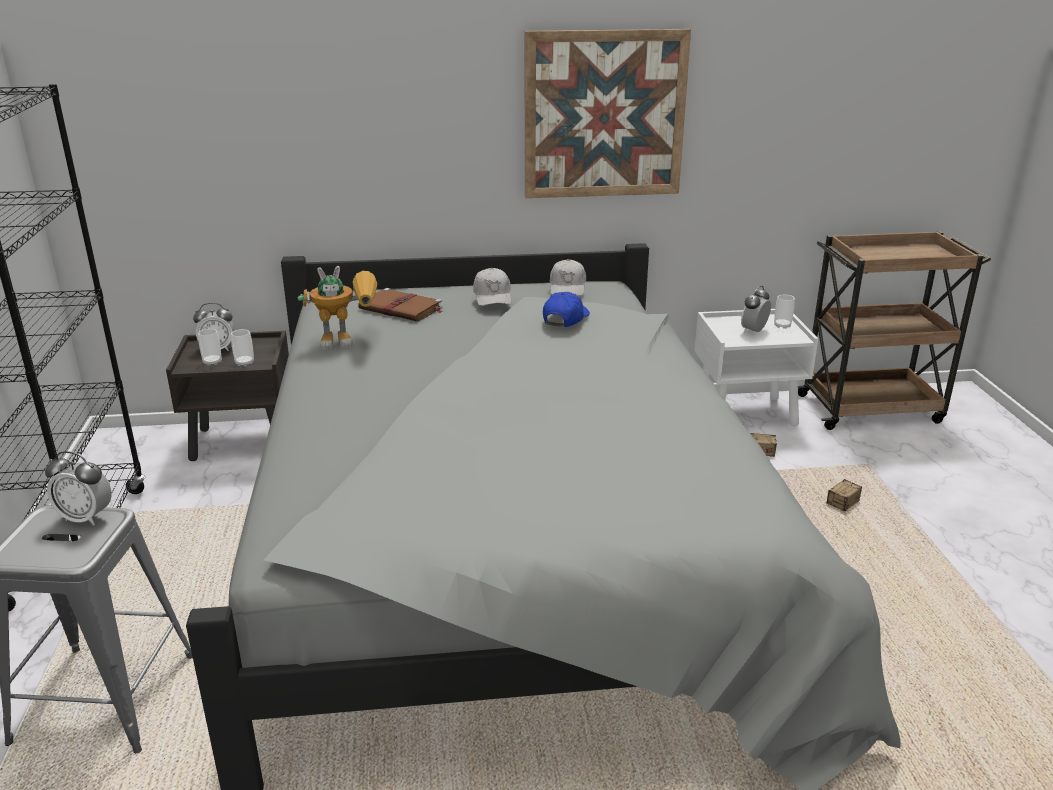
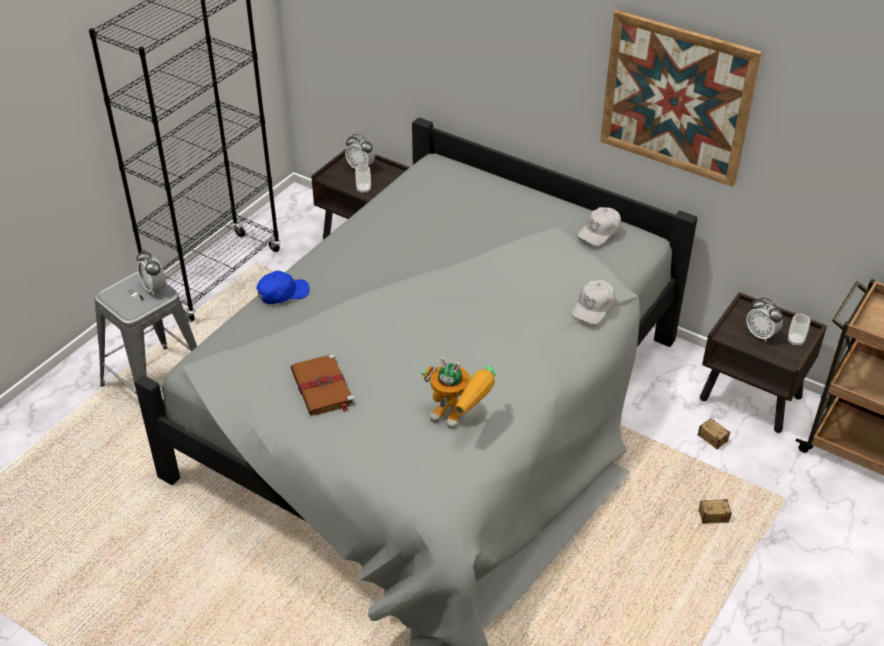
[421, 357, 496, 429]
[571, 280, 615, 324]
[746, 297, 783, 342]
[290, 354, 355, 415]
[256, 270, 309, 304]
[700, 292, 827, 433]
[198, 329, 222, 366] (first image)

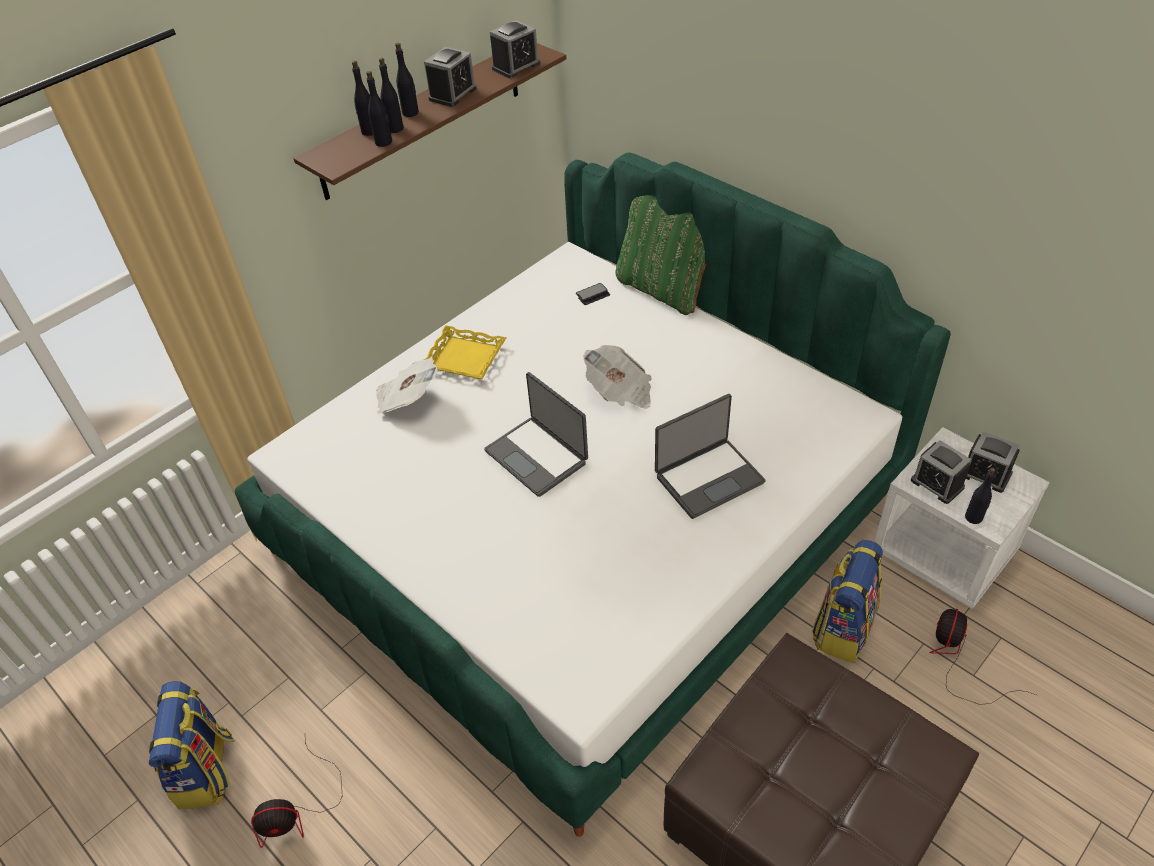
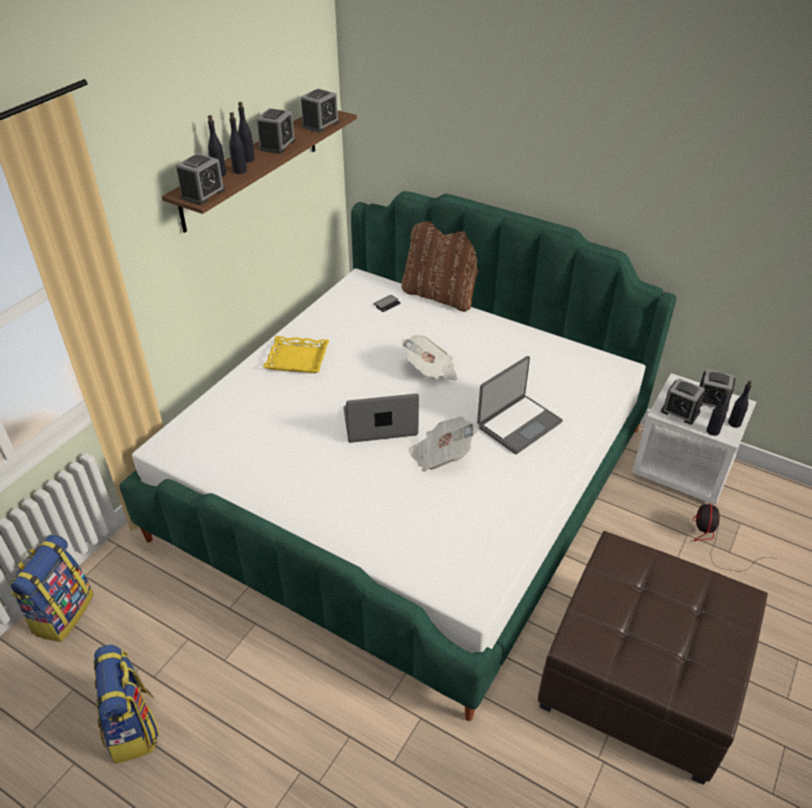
[728, 381, 752, 428]
[401, 221, 478, 312]
[409, 416, 477, 472]
[343, 393, 419, 443]
[11, 535, 93, 642]
[251, 740, 342, 848] (first image)
[176, 153, 225, 205]

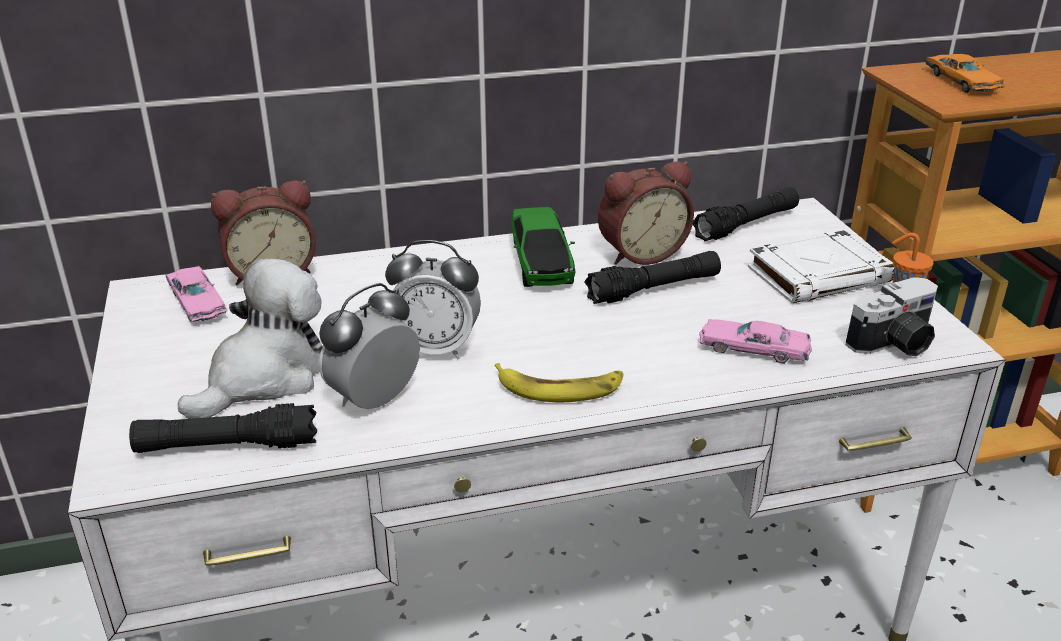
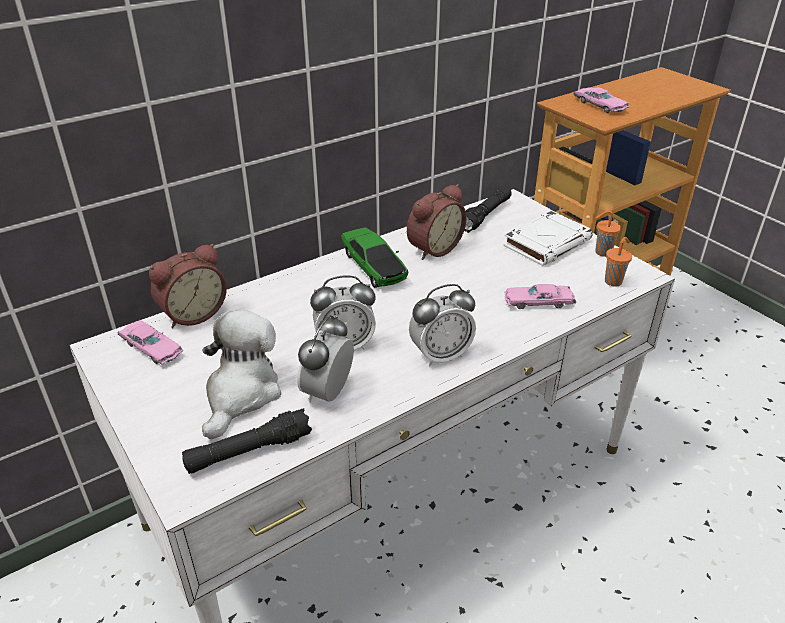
[574, 87, 629, 113]
[584, 251, 721, 304] (first image)
[605, 237, 632, 287]
[409, 284, 476, 367]

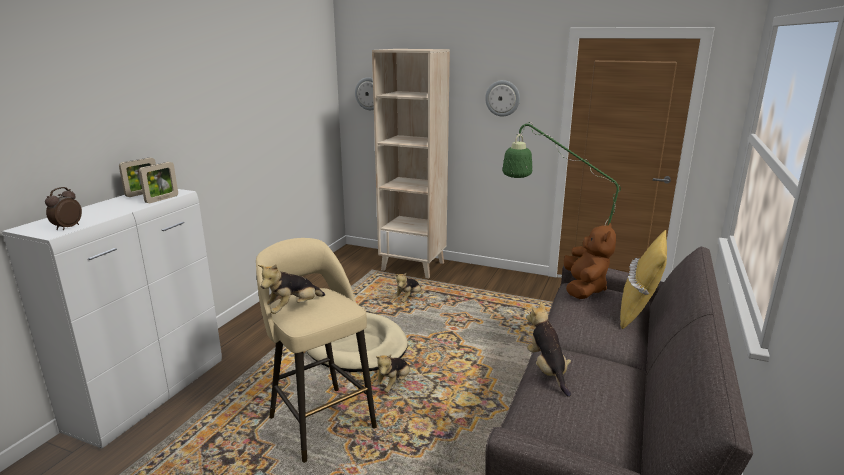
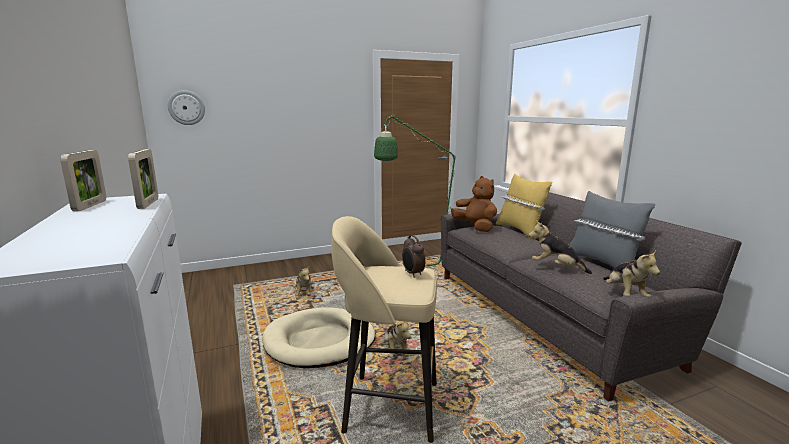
[372, 49, 450, 279] (first image)
[485, 80, 520, 117] (first image)
[402, 235, 425, 278]
[603, 251, 660, 297]
[570, 191, 655, 269]

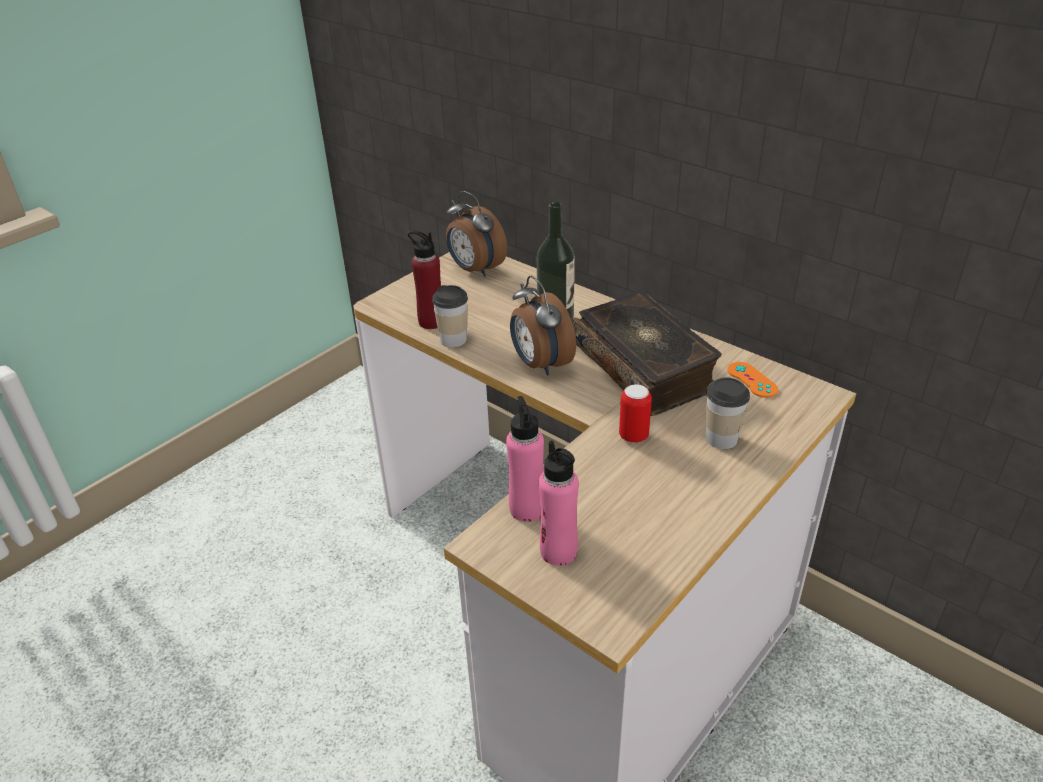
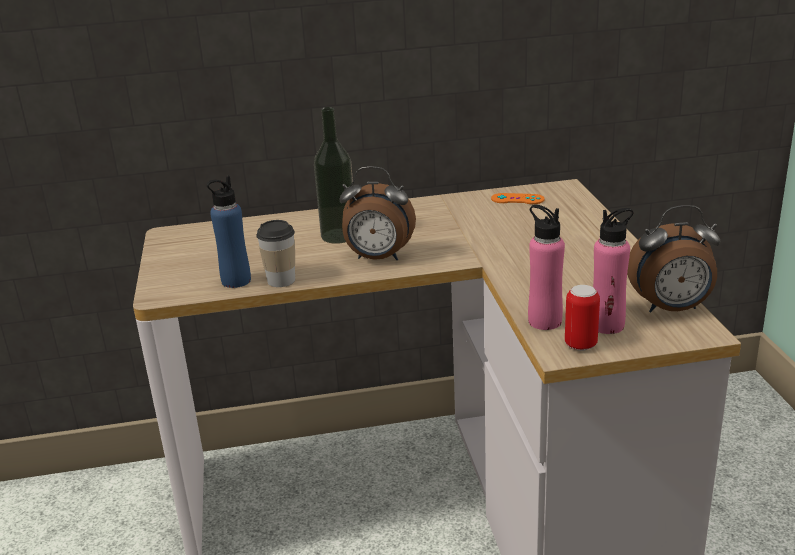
[627, 205, 720, 312]
[207, 176, 251, 288]
[572, 291, 722, 416] (first image)
[706, 377, 750, 449] (first image)
[565, 285, 600, 351]

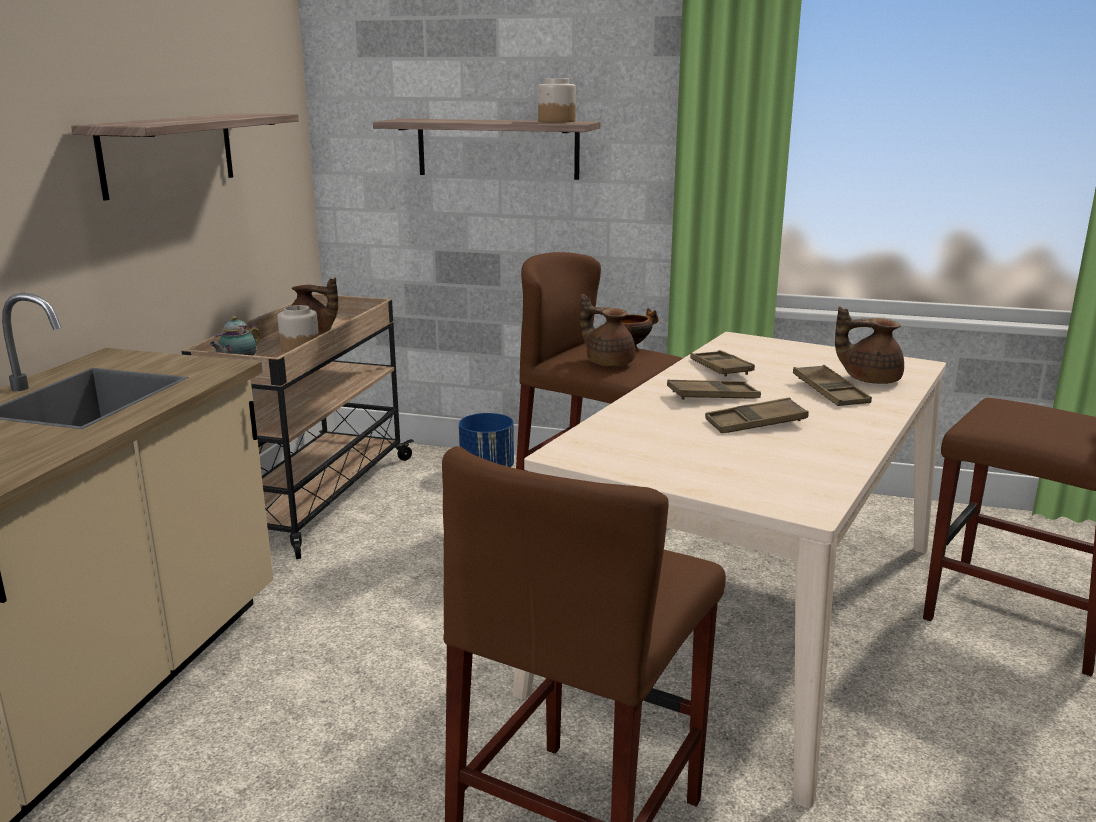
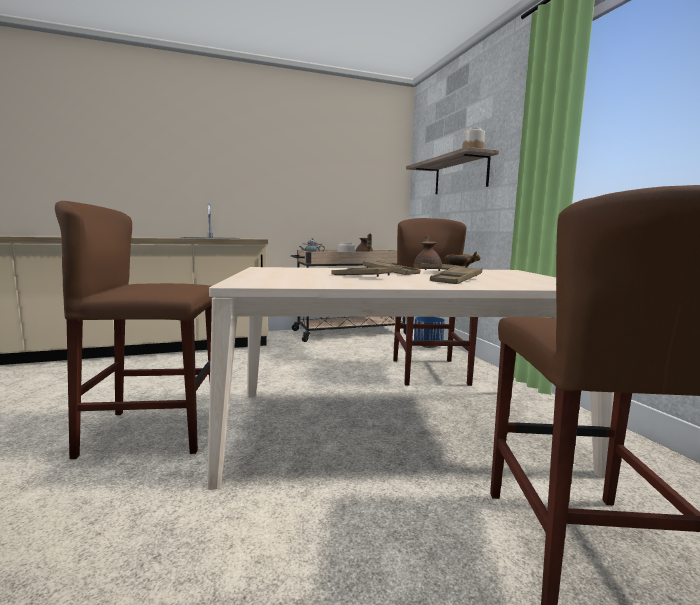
[71, 113, 299, 200] (first image)
[835, 307, 904, 384] (first image)

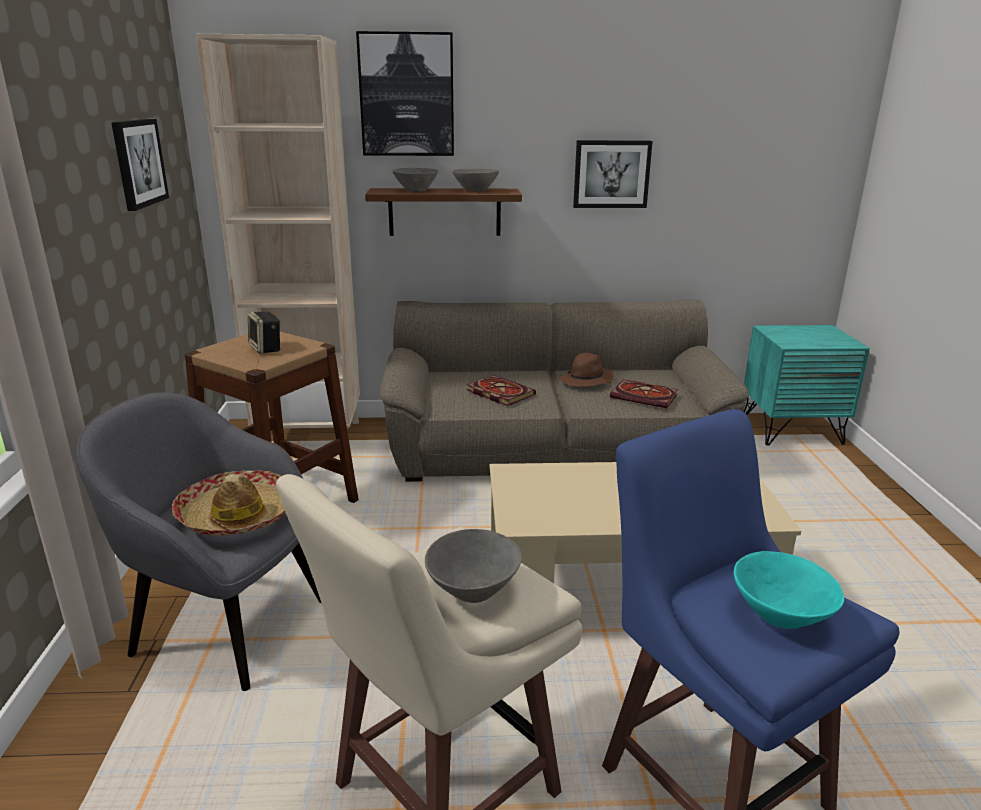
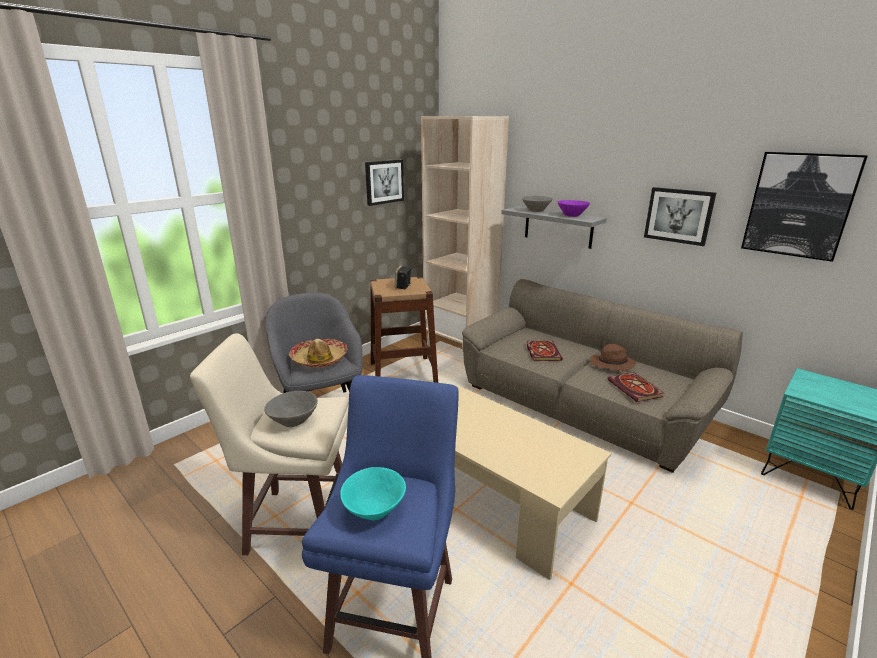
[741, 152, 868, 262]
[558, 200, 590, 217]
[501, 206, 607, 249]

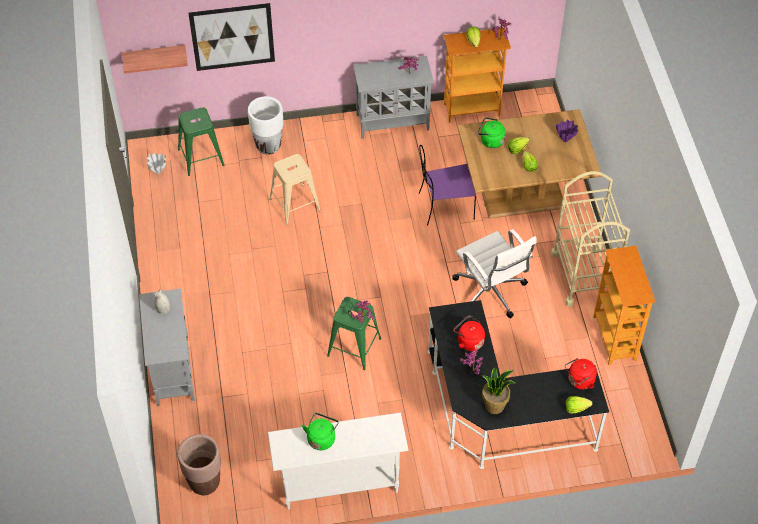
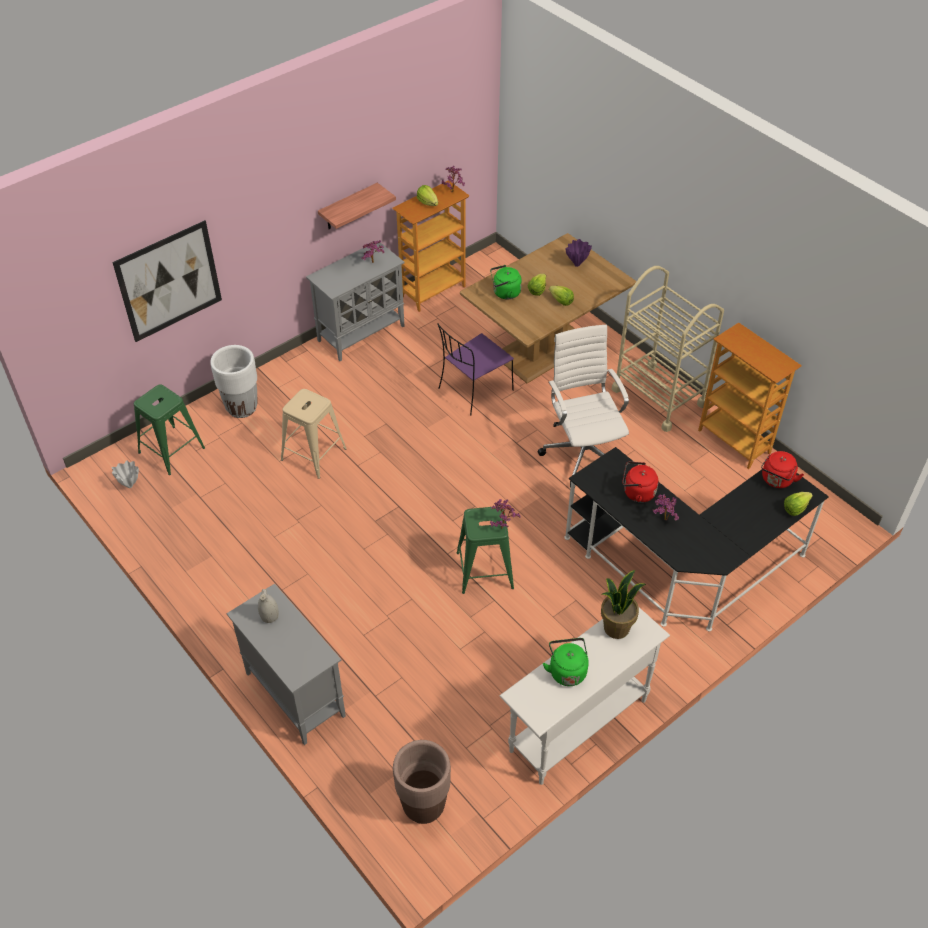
[318, 183, 396, 229]
[538, 325, 629, 488]
[601, 570, 646, 639]

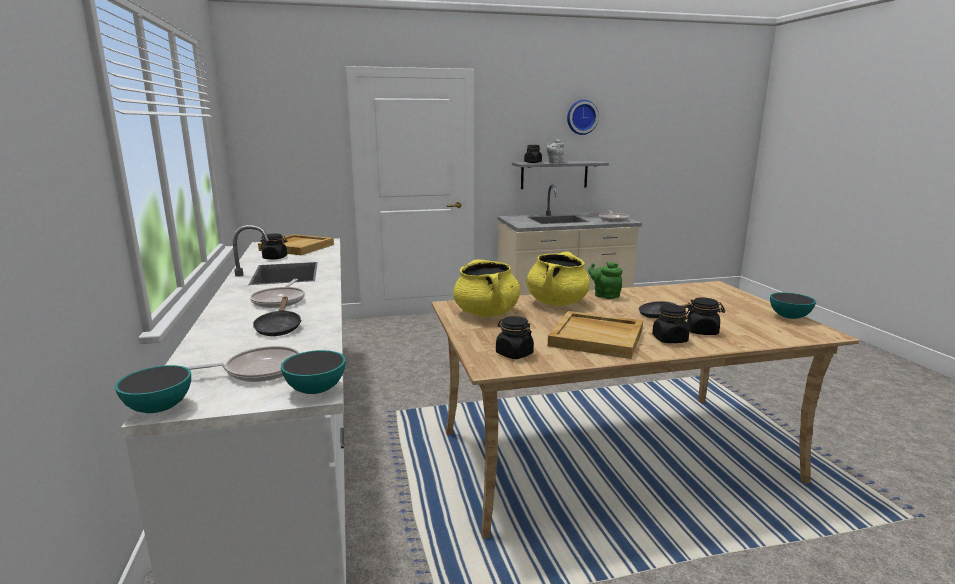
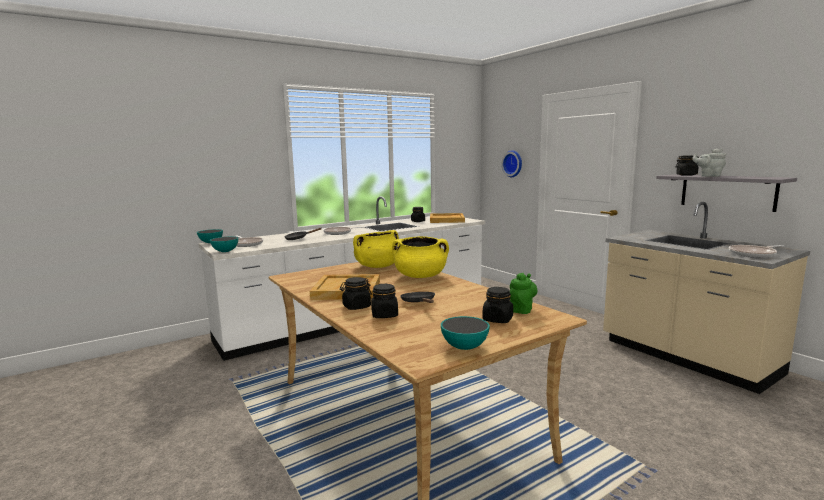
[501, 150, 522, 177]
[510, 273, 537, 314]
[482, 287, 513, 323]

